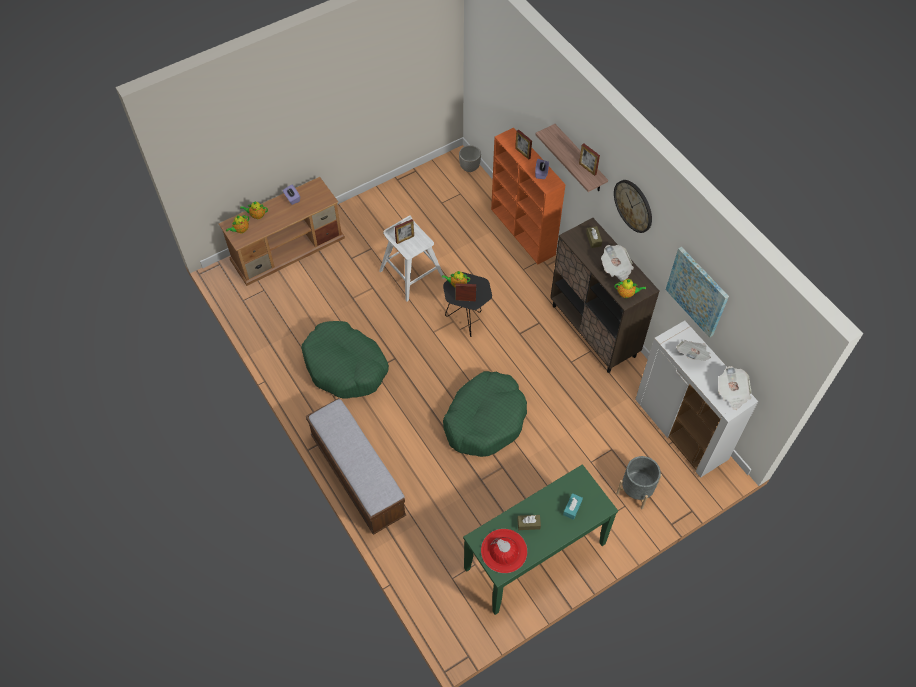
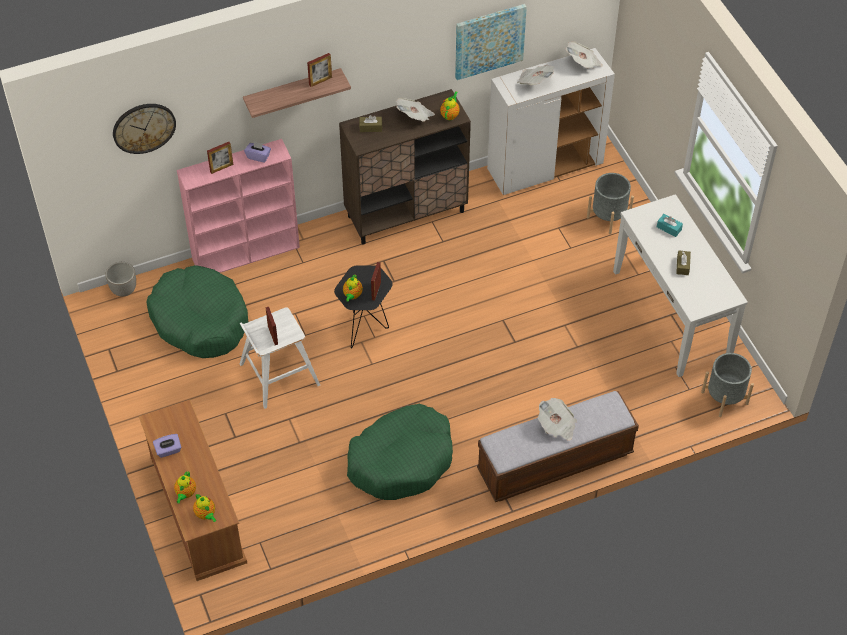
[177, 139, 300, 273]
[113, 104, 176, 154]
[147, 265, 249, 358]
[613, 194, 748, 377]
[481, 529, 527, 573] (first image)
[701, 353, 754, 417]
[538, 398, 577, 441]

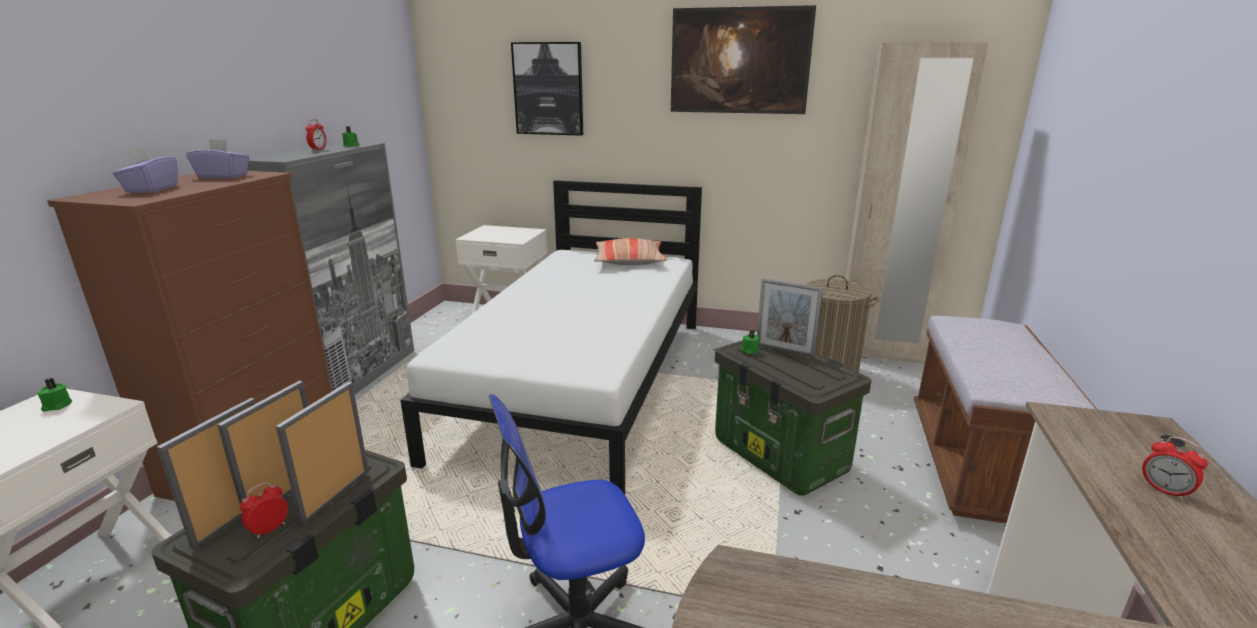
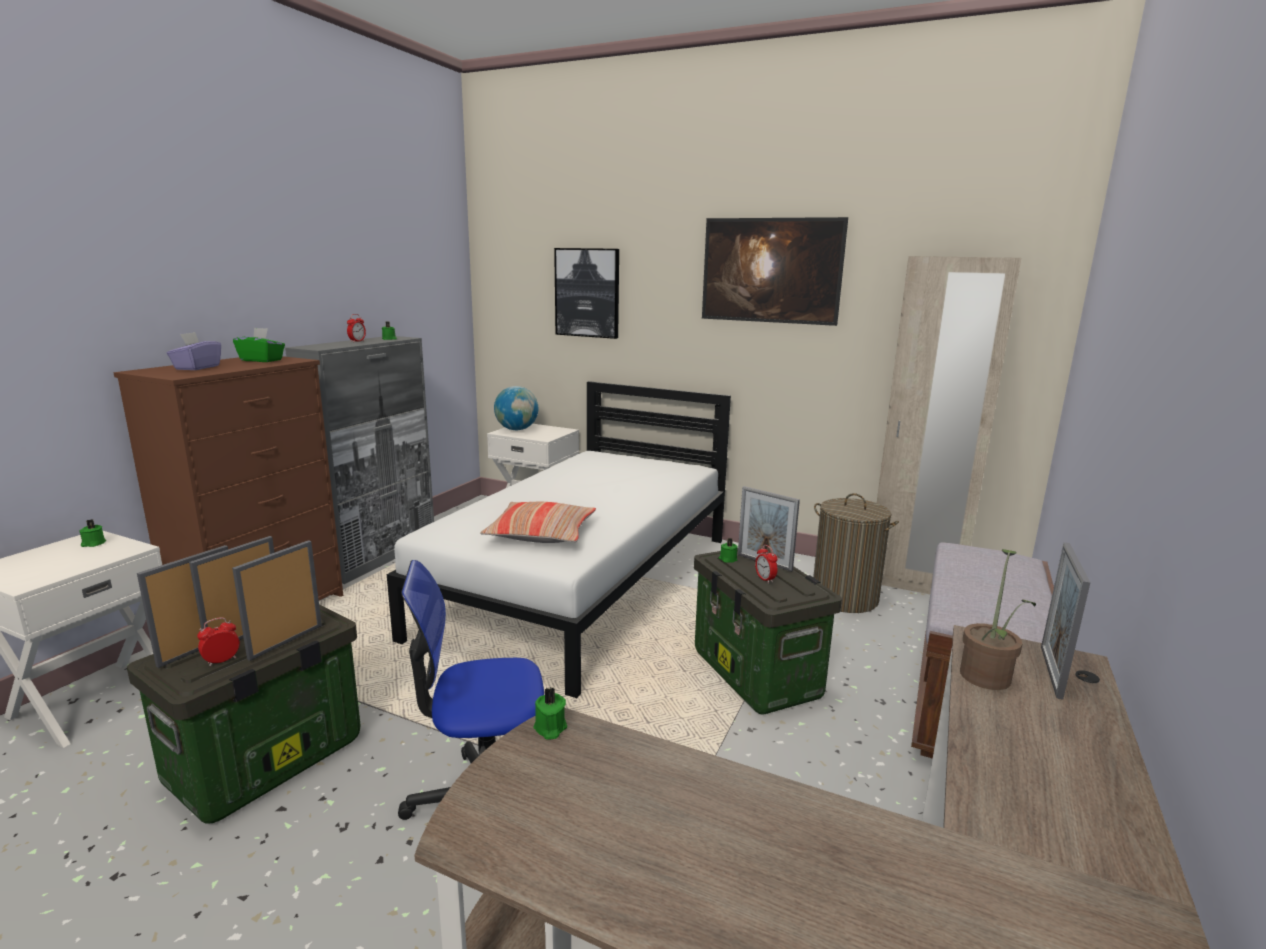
[233, 328, 285, 362]
[480, 502, 596, 543]
[755, 545, 777, 583]
[494, 386, 539, 430]
[1041, 542, 1090, 700]
[960, 549, 1036, 690]
[533, 688, 567, 740]

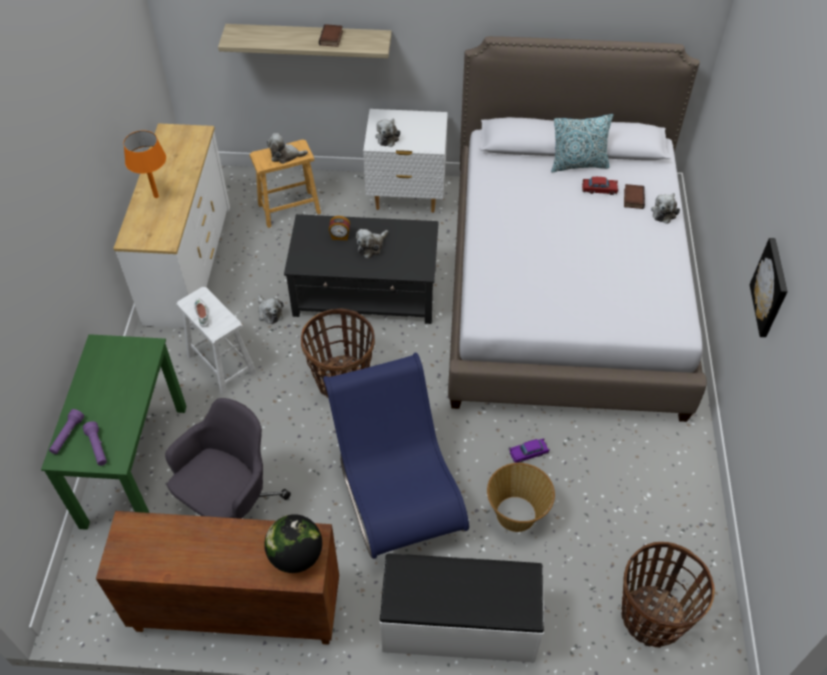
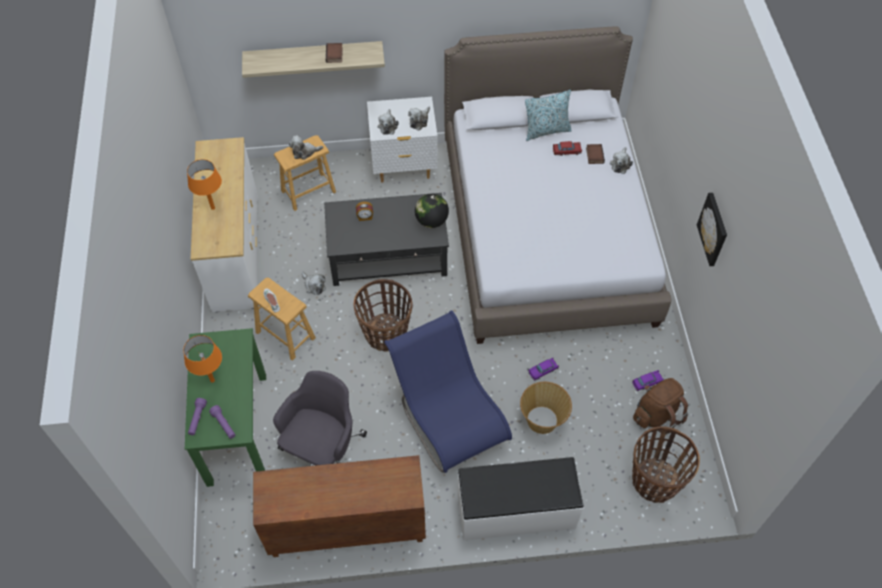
[408, 107, 430, 131]
[248, 278, 316, 361]
[415, 194, 449, 228]
[183, 335, 222, 383]
[632, 370, 664, 391]
[633, 378, 688, 434]

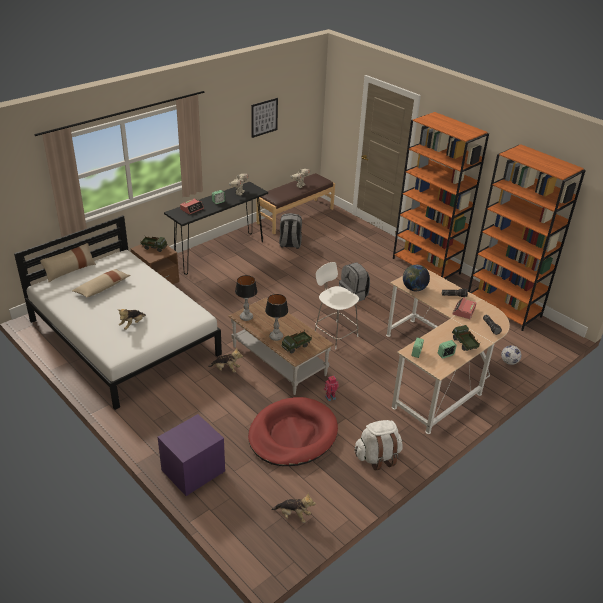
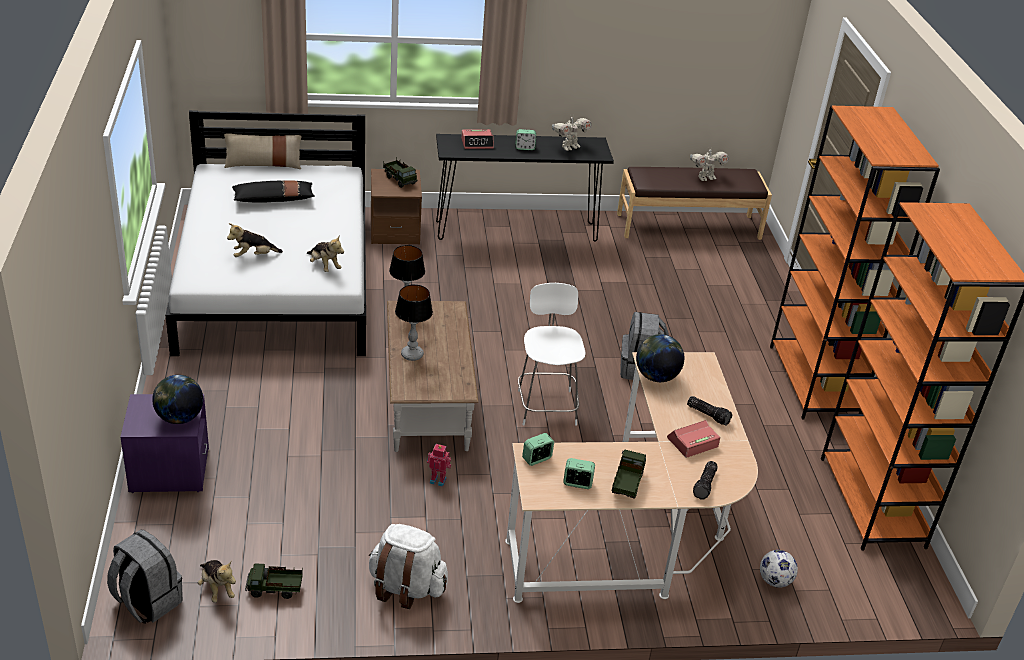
[251, 98, 278, 138] (first image)
[107, 530, 183, 624]
[232, 180, 315, 203]
[245, 564, 303, 599]
[307, 235, 344, 272]
[248, 397, 338, 466] (first image)
[152, 375, 203, 424]

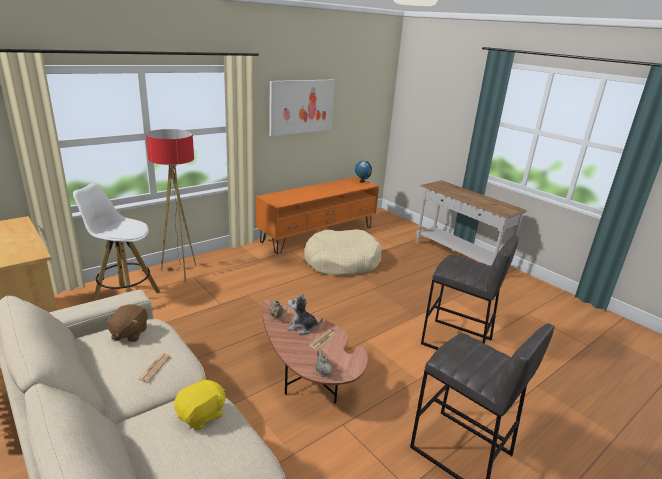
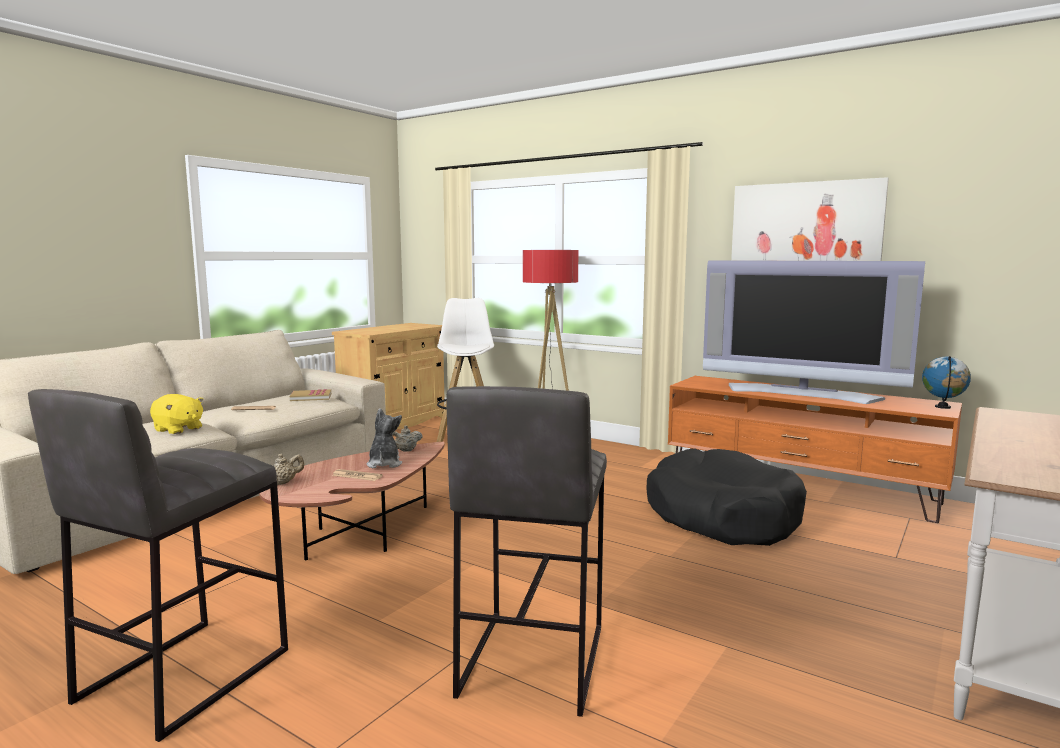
[647, 449, 807, 546]
[290, 389, 331, 401]
[703, 260, 925, 404]

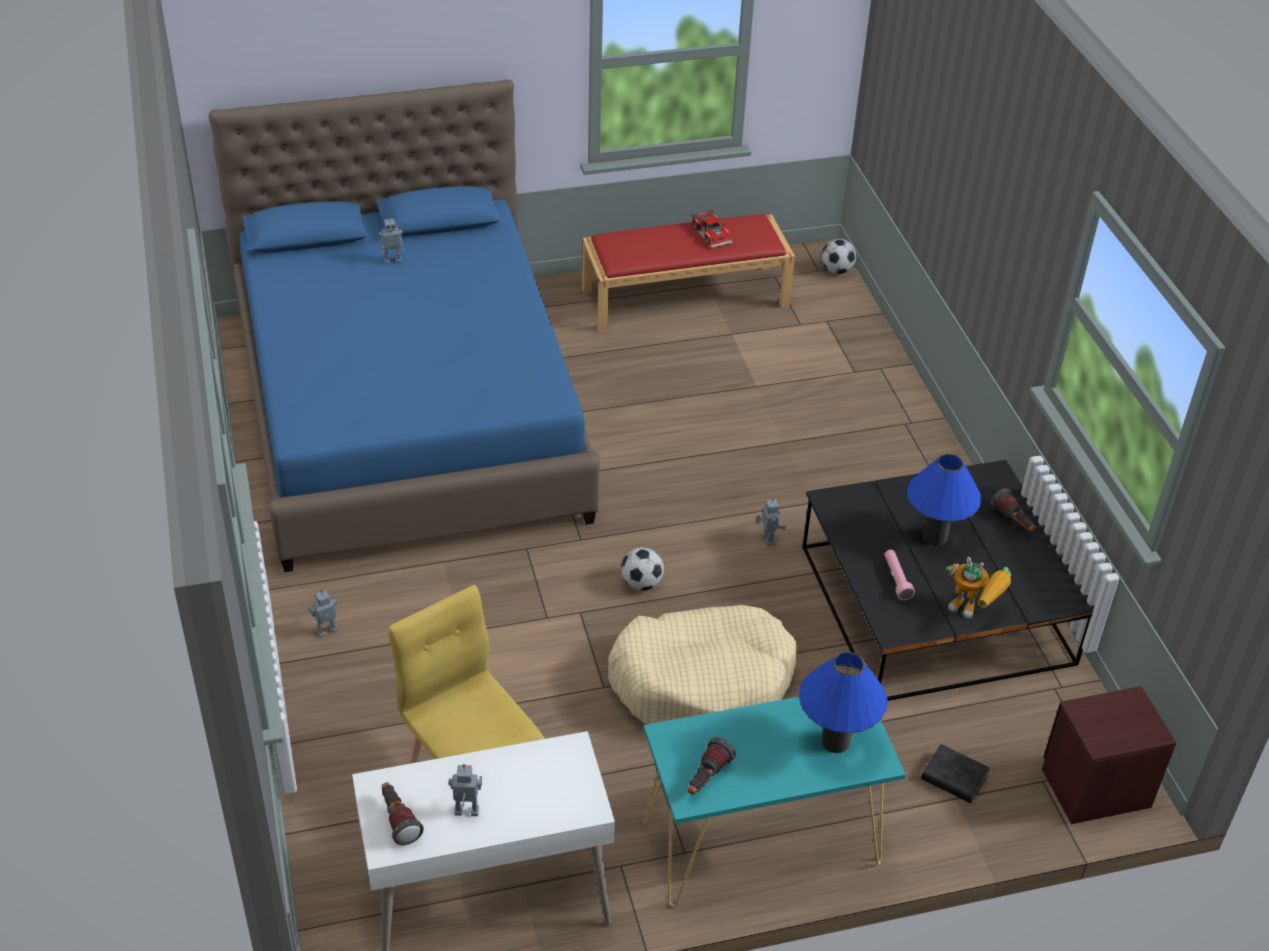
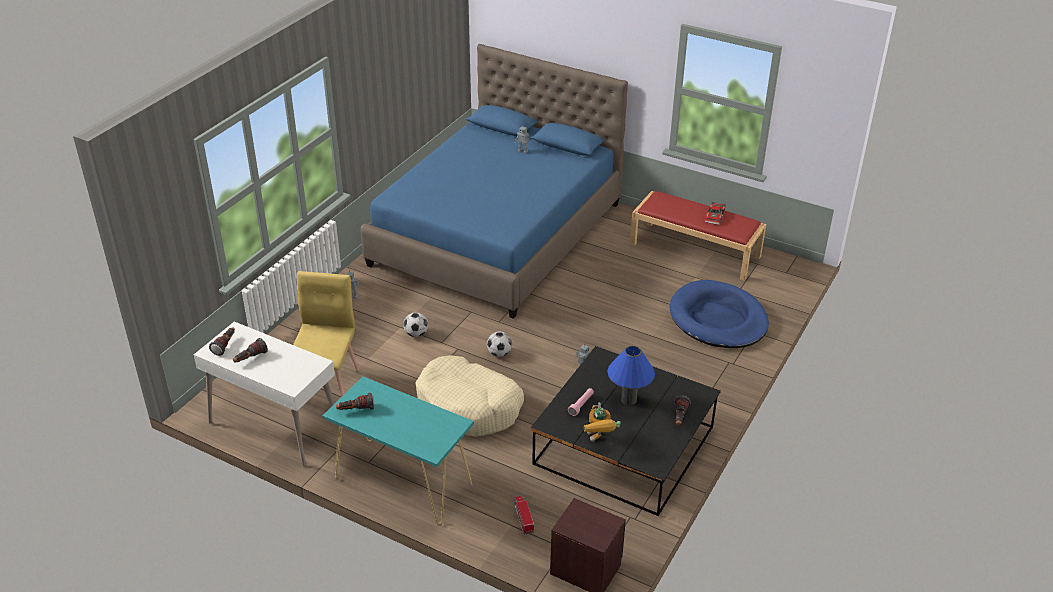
[403, 312, 428, 337]
[799, 652, 887, 753] (first image)
[514, 496, 534, 535]
[233, 338, 268, 363]
[670, 280, 769, 348]

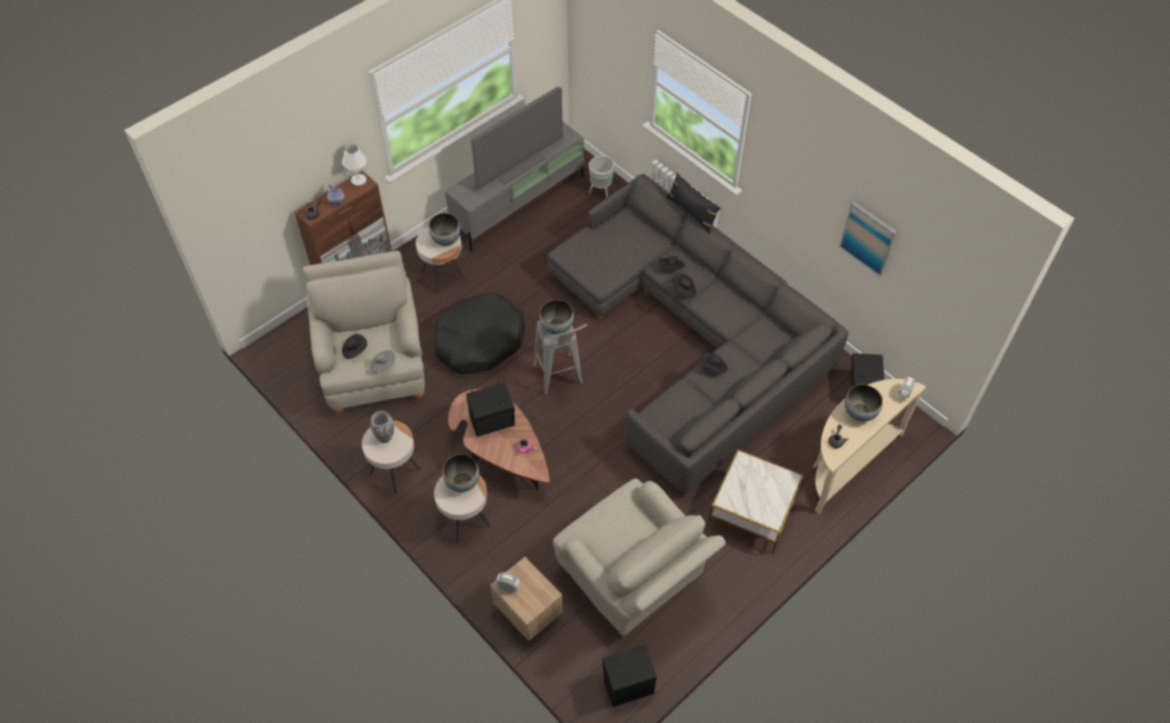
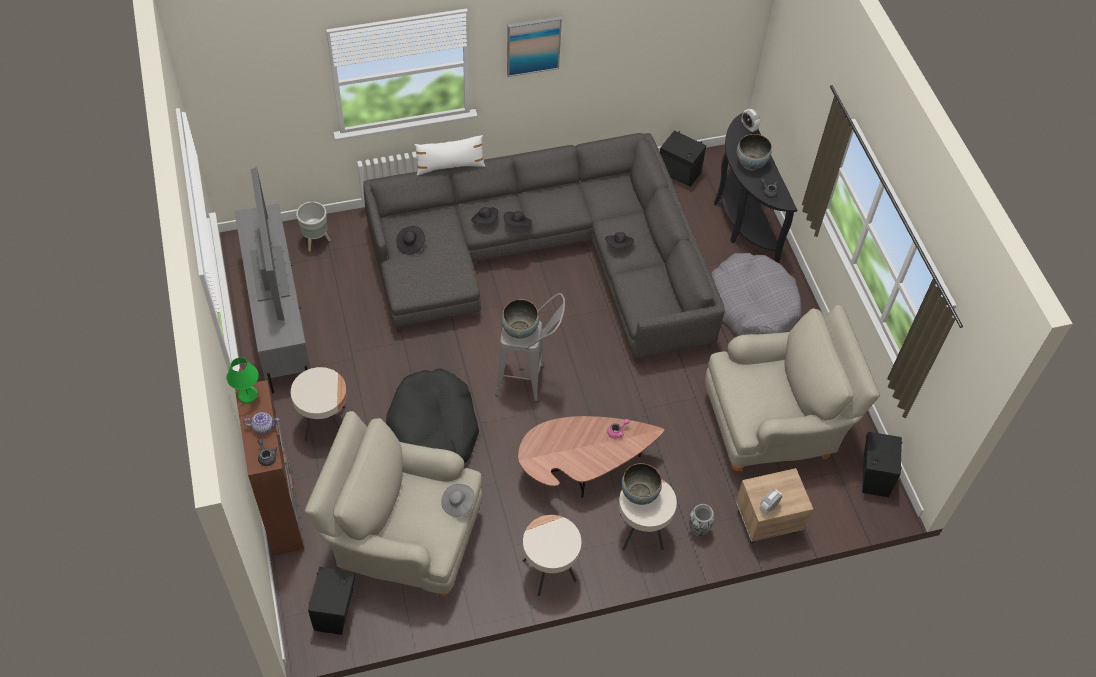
[227, 358, 259, 403]
[414, 135, 485, 175]
[507, 16, 562, 77]
[429, 213, 460, 246] (first image)
[396, 226, 425, 255]
[714, 113, 797, 263]
[308, 567, 356, 635]
[689, 504, 714, 537]
[711, 253, 801, 336]

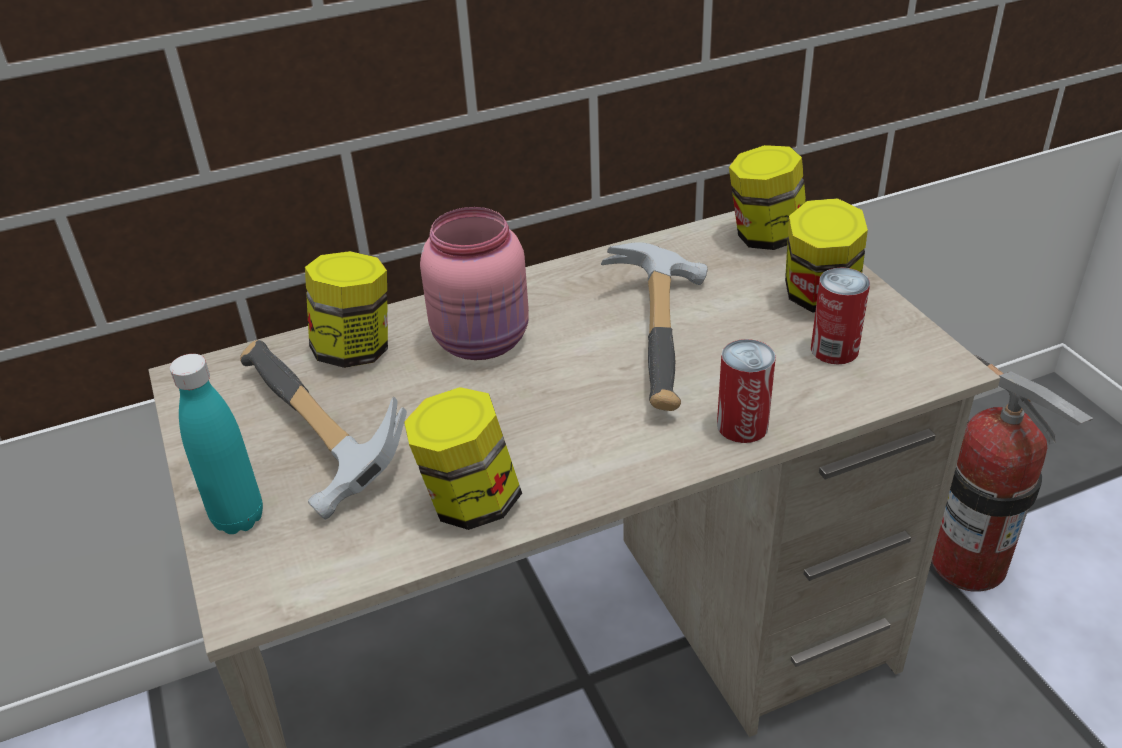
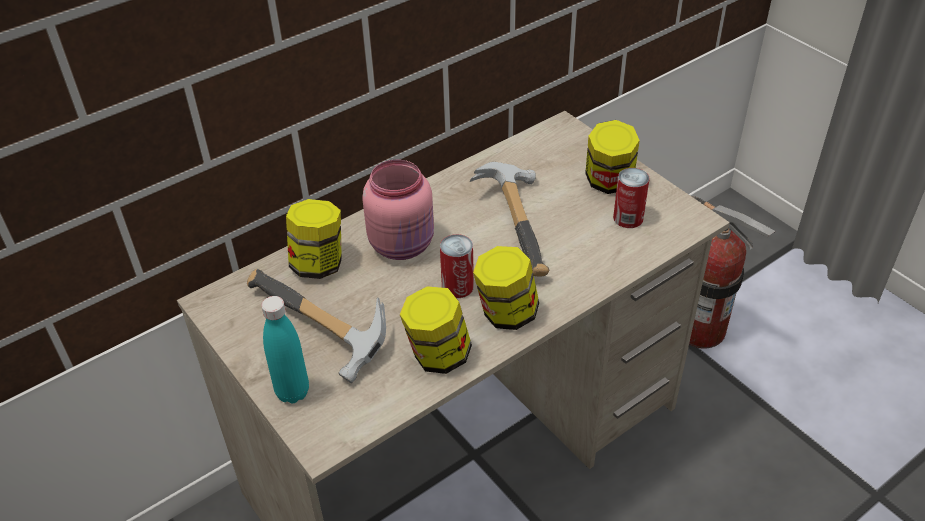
[473, 246, 539, 330]
[440, 234, 474, 298]

